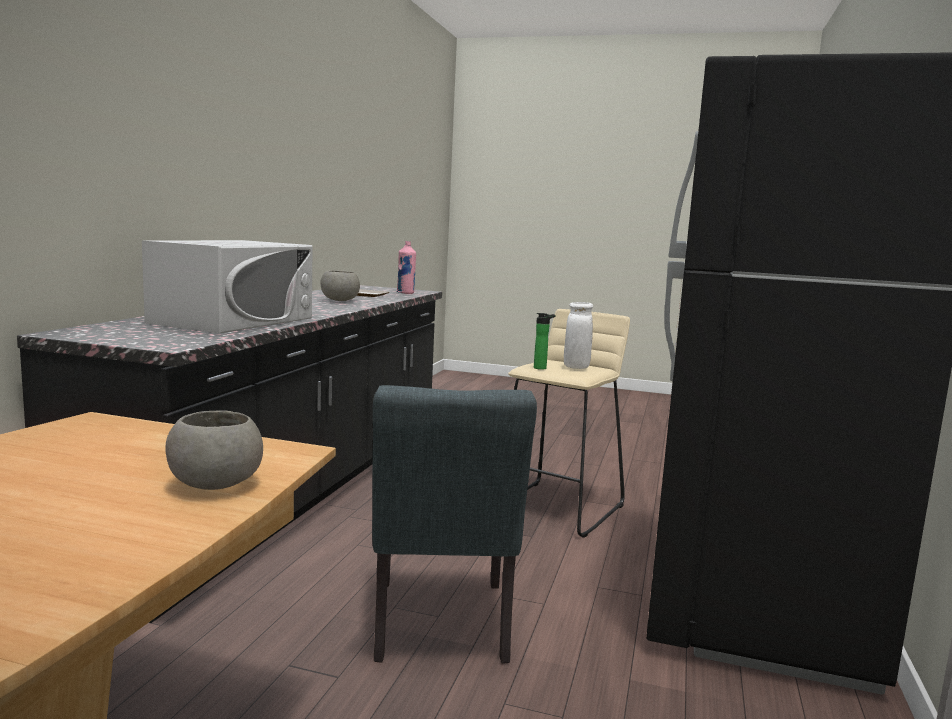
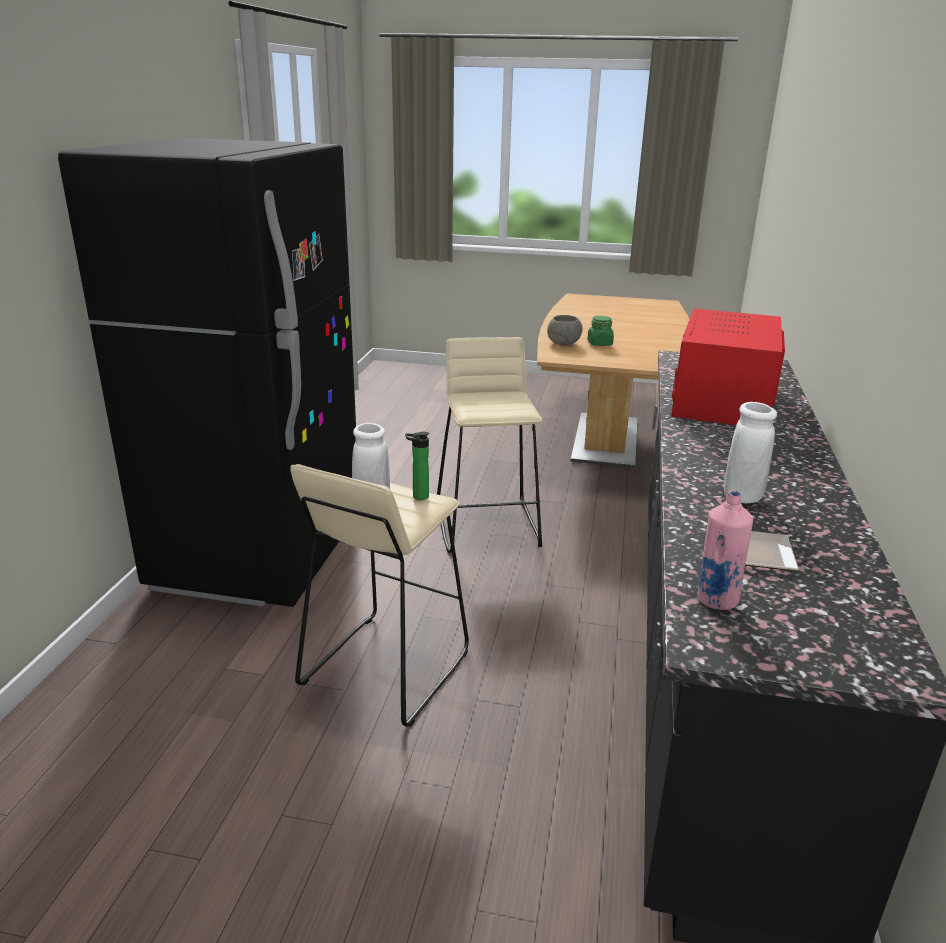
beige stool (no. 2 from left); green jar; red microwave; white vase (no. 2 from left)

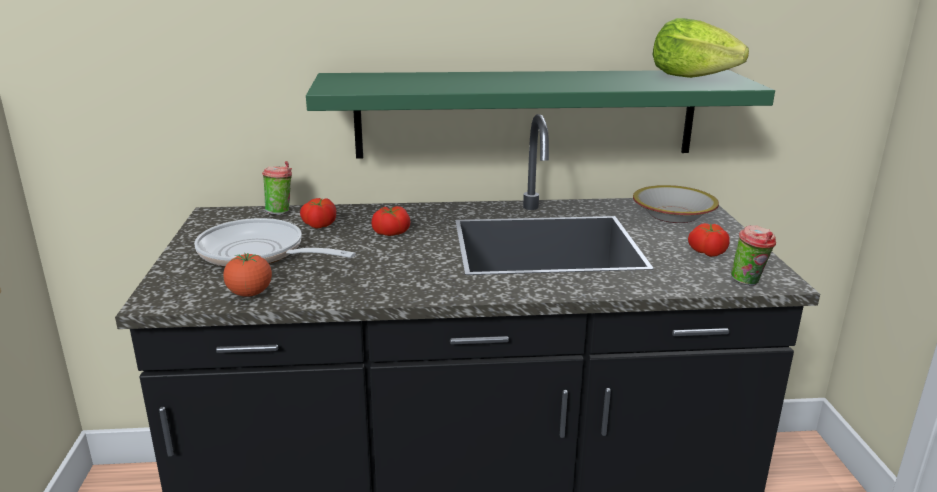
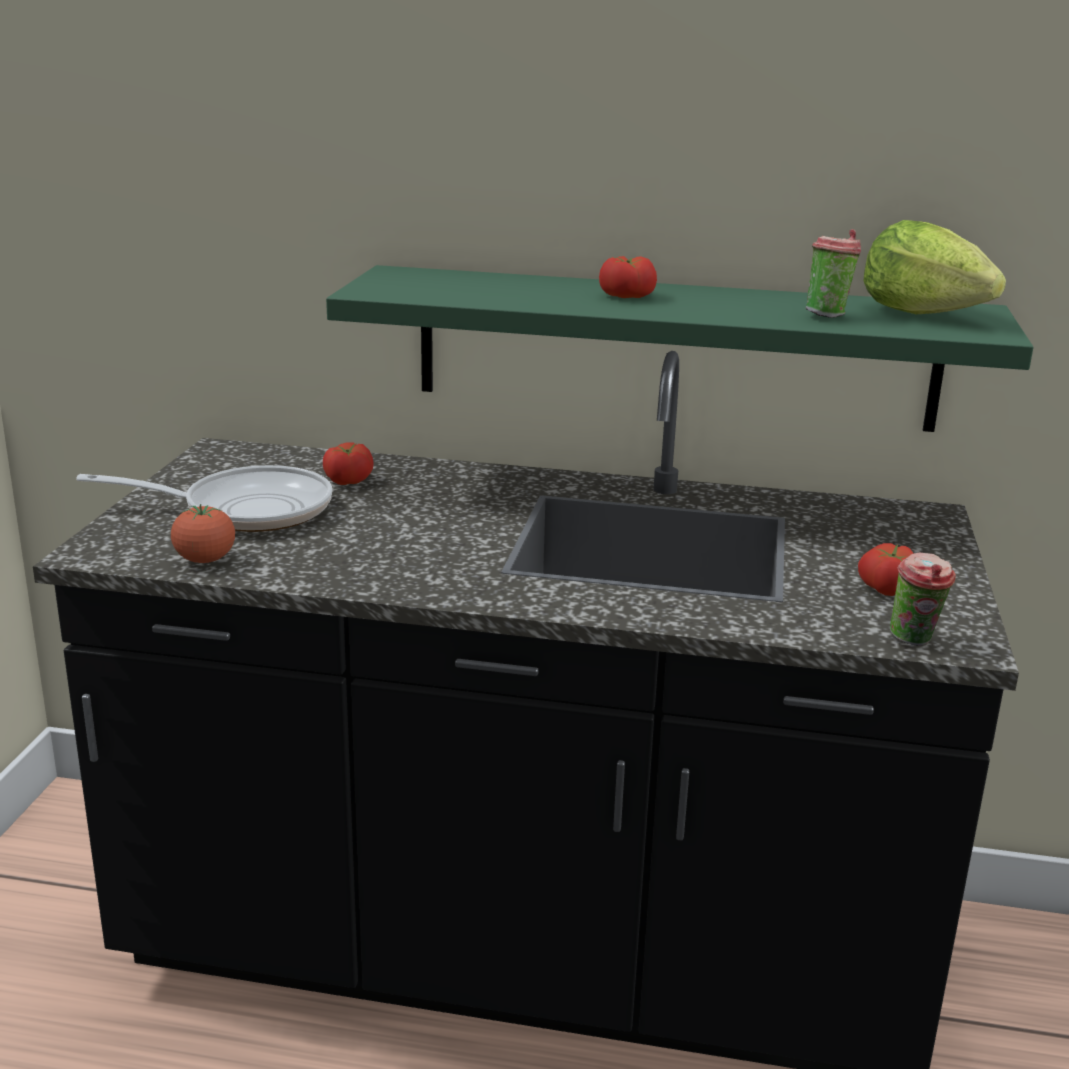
frying pan; tomato (no. 3 from left); cup (no. 1 from left); bowl

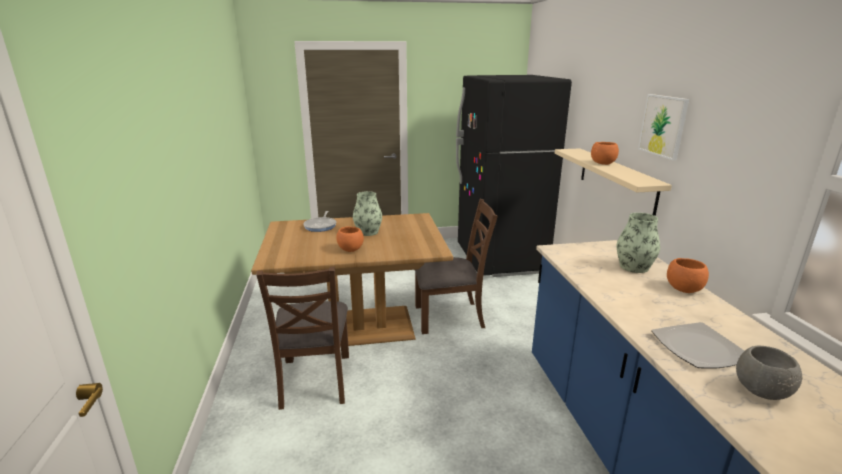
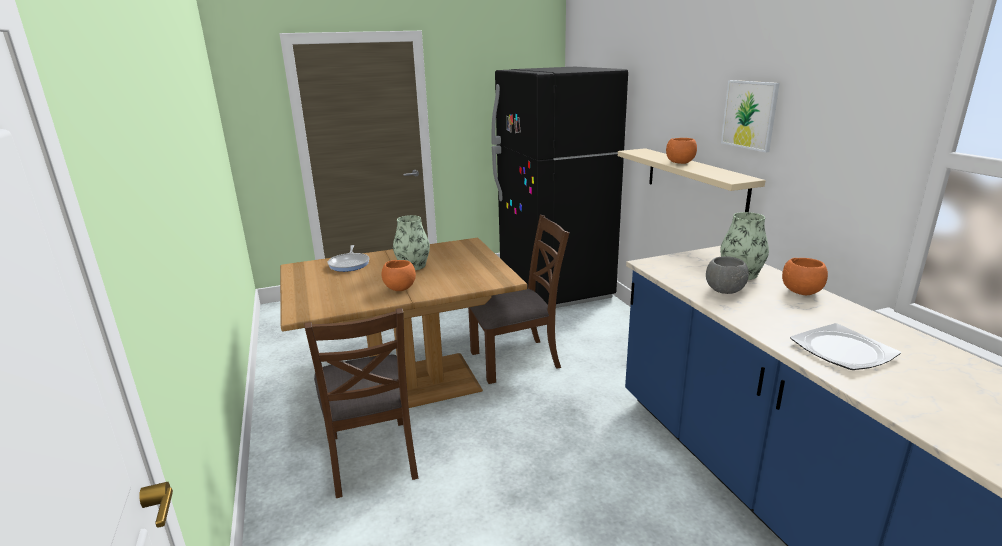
grey bowl

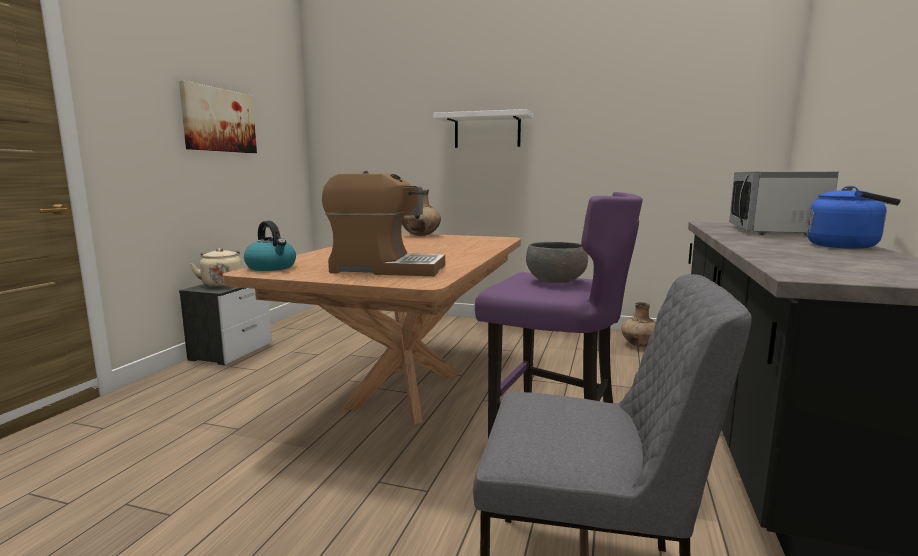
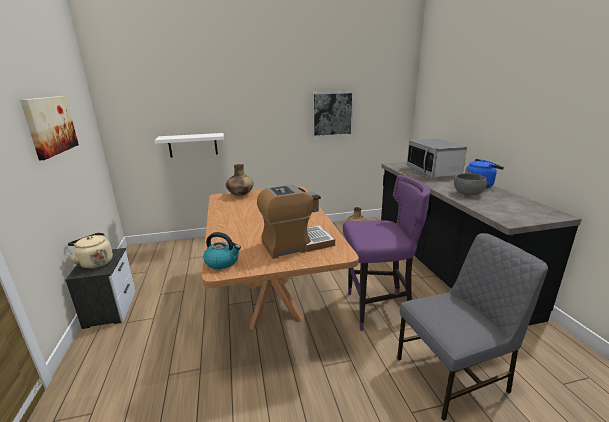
white shelf; picture (no. 2 from left); grey bowl

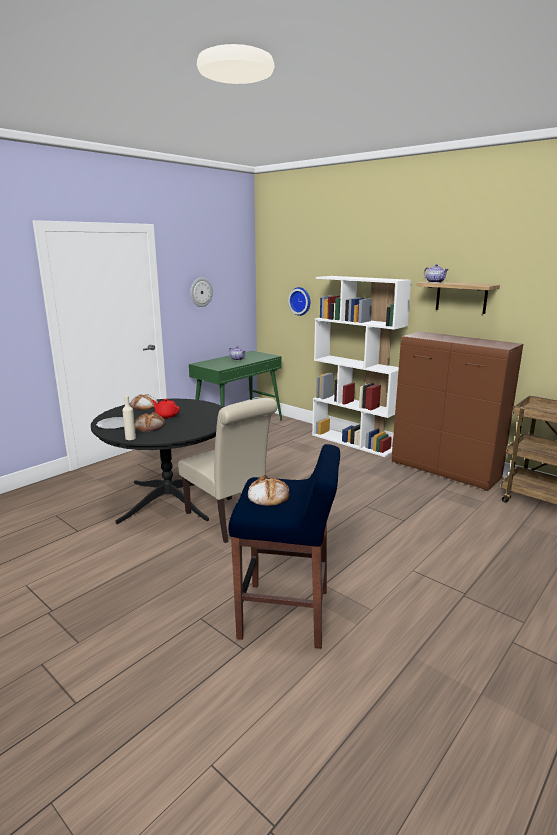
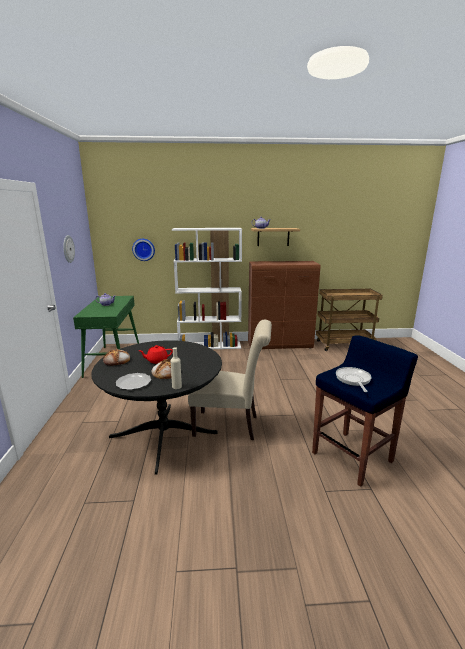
frying pan

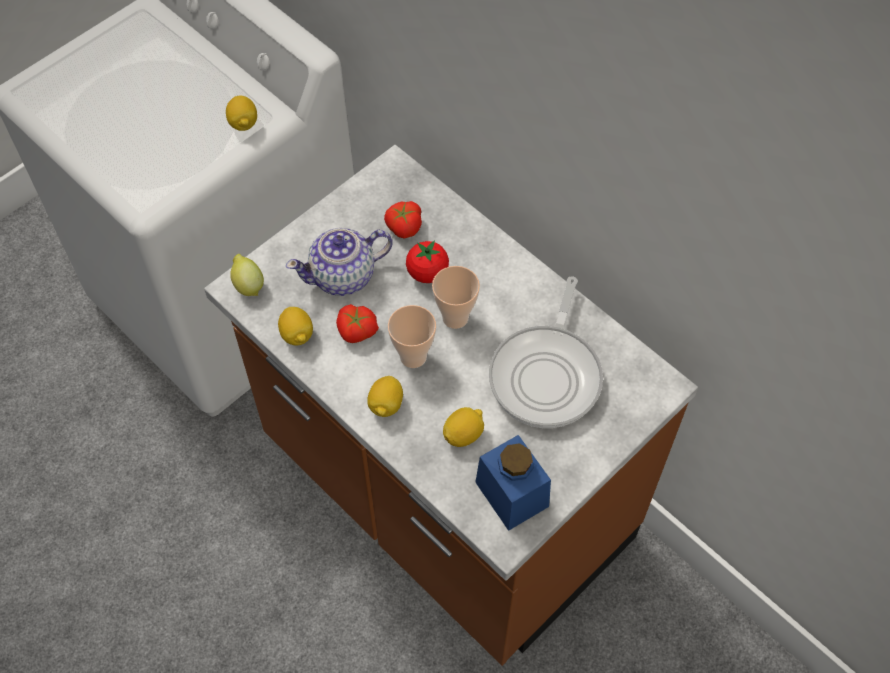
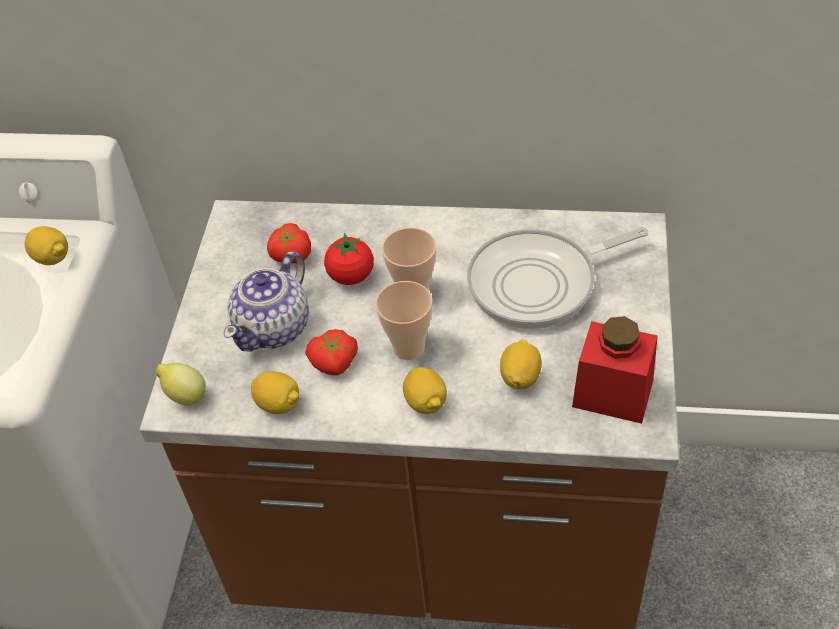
frying pan; red jar

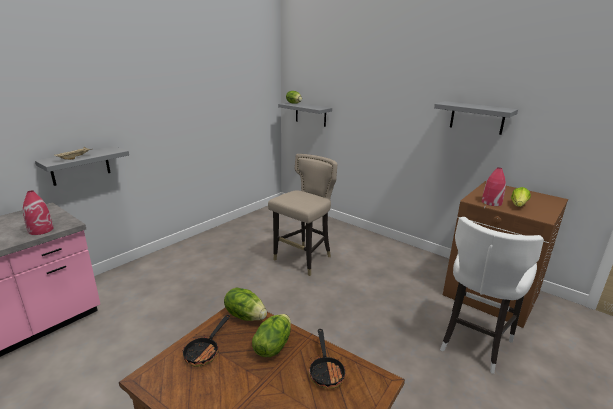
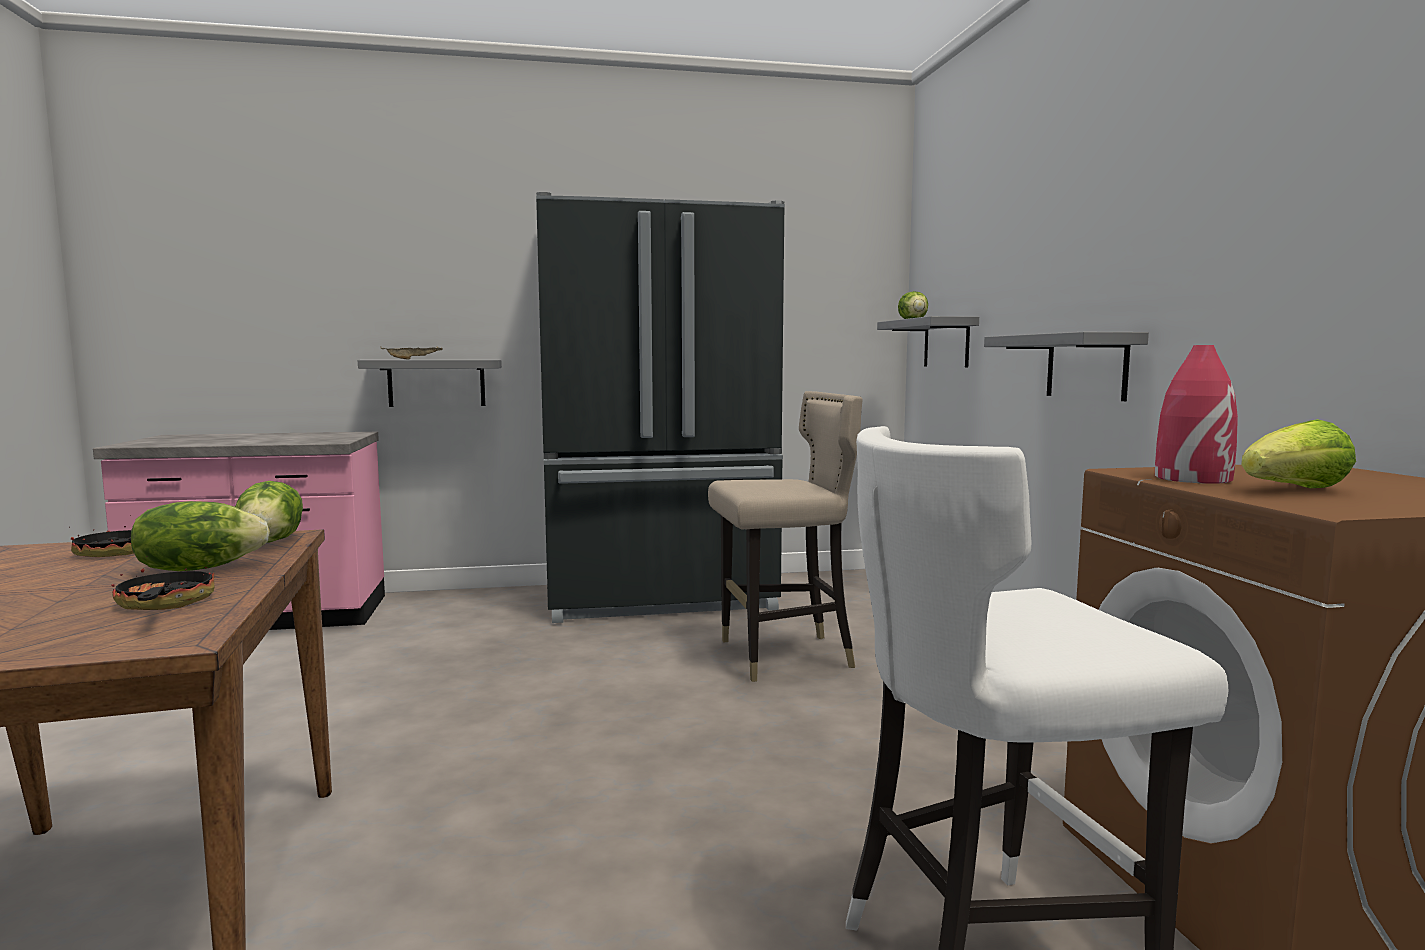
frying pan (no. 2 from left); black fridge; grey shelf (no. 3 from left); red vase (no. 1 from left in the first image)

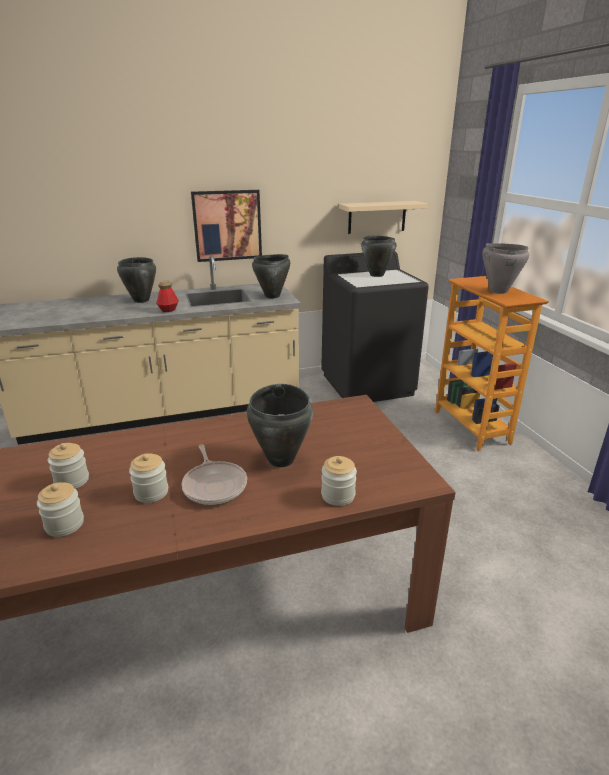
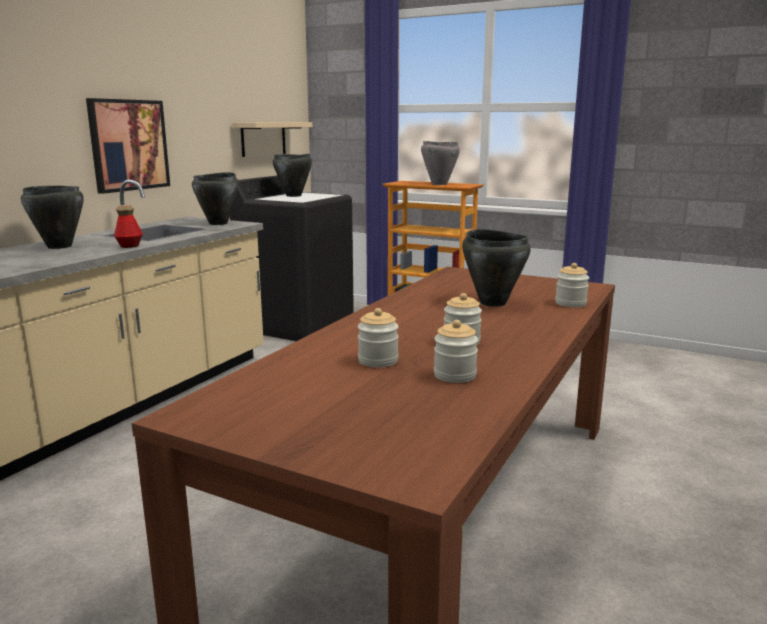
frying pan

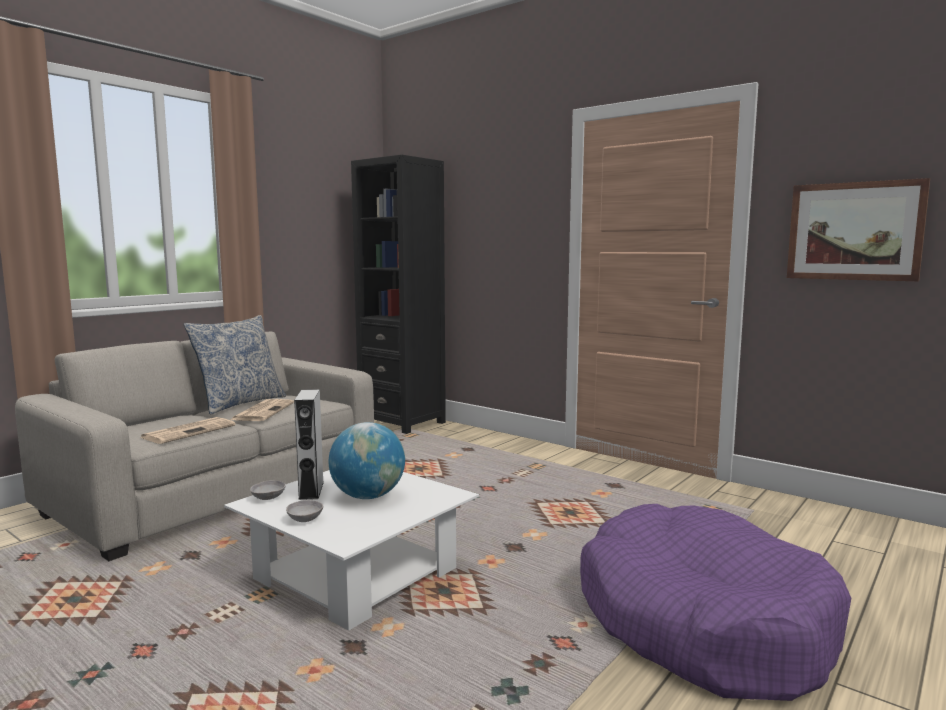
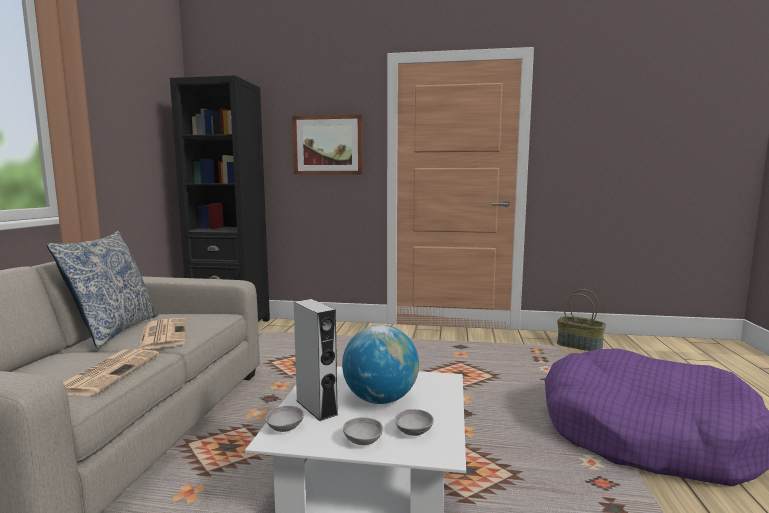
picture; grey bowl (no. 3 from left); basket

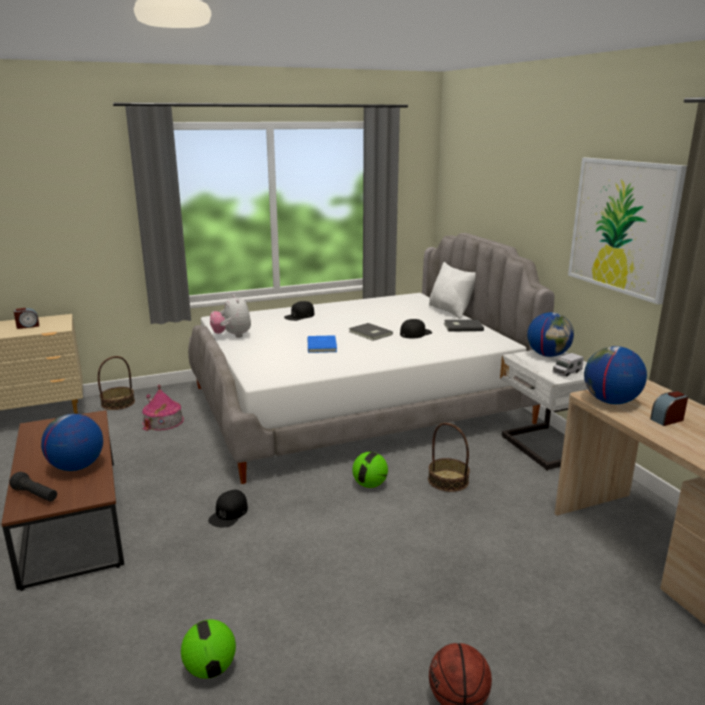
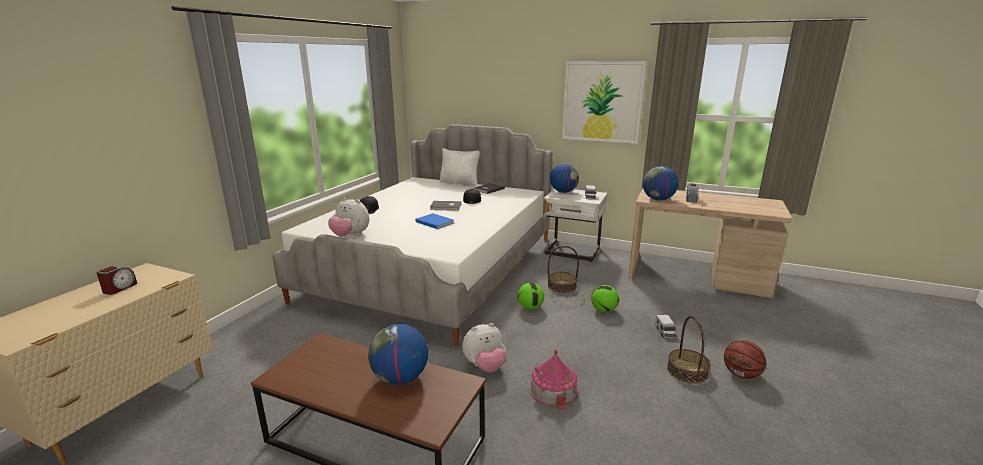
plush toy (no. 2 from left); toy house; football (no. 2 from left); toy truck (no. 2 from left); basket (no. 2 from left); black flashlight

